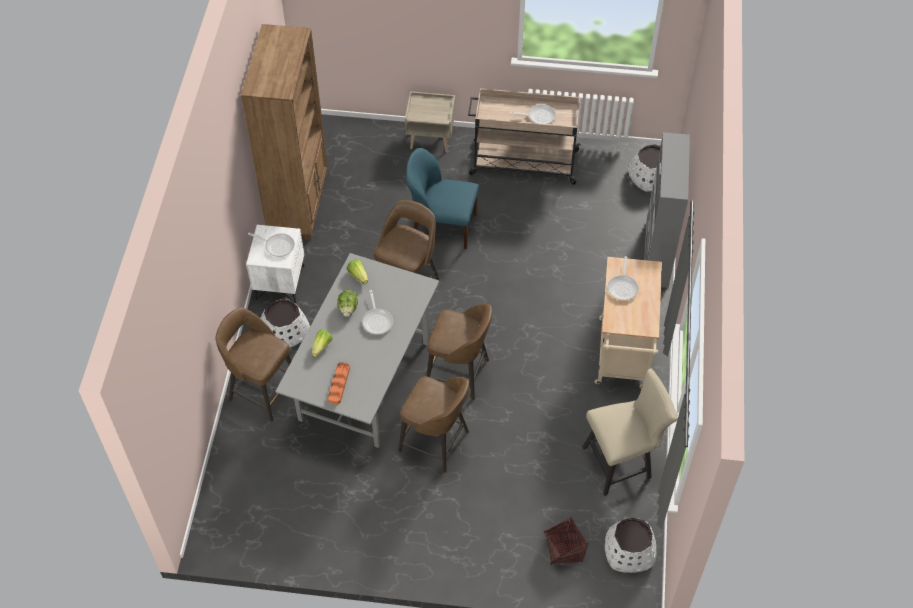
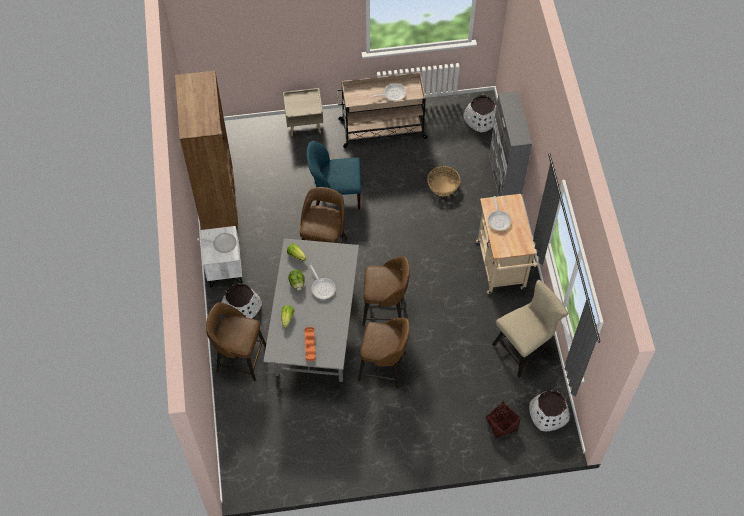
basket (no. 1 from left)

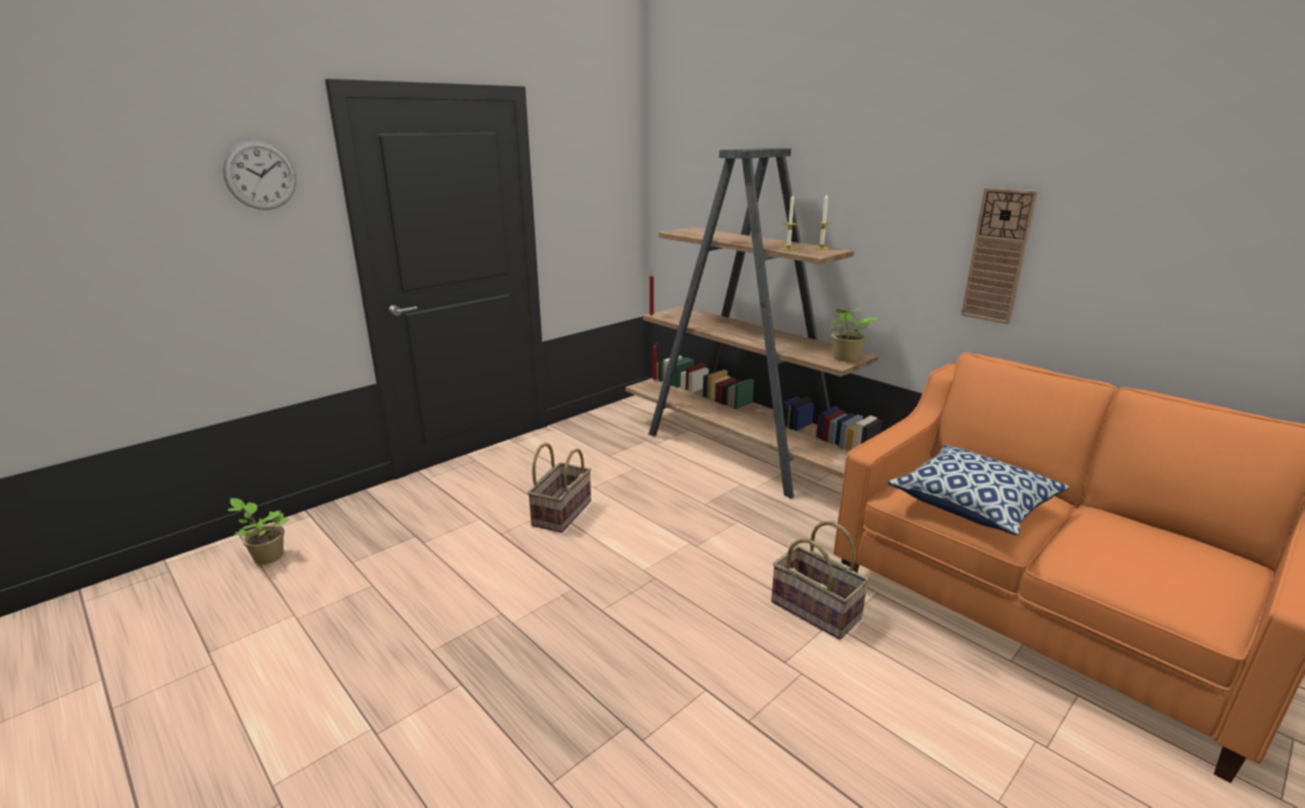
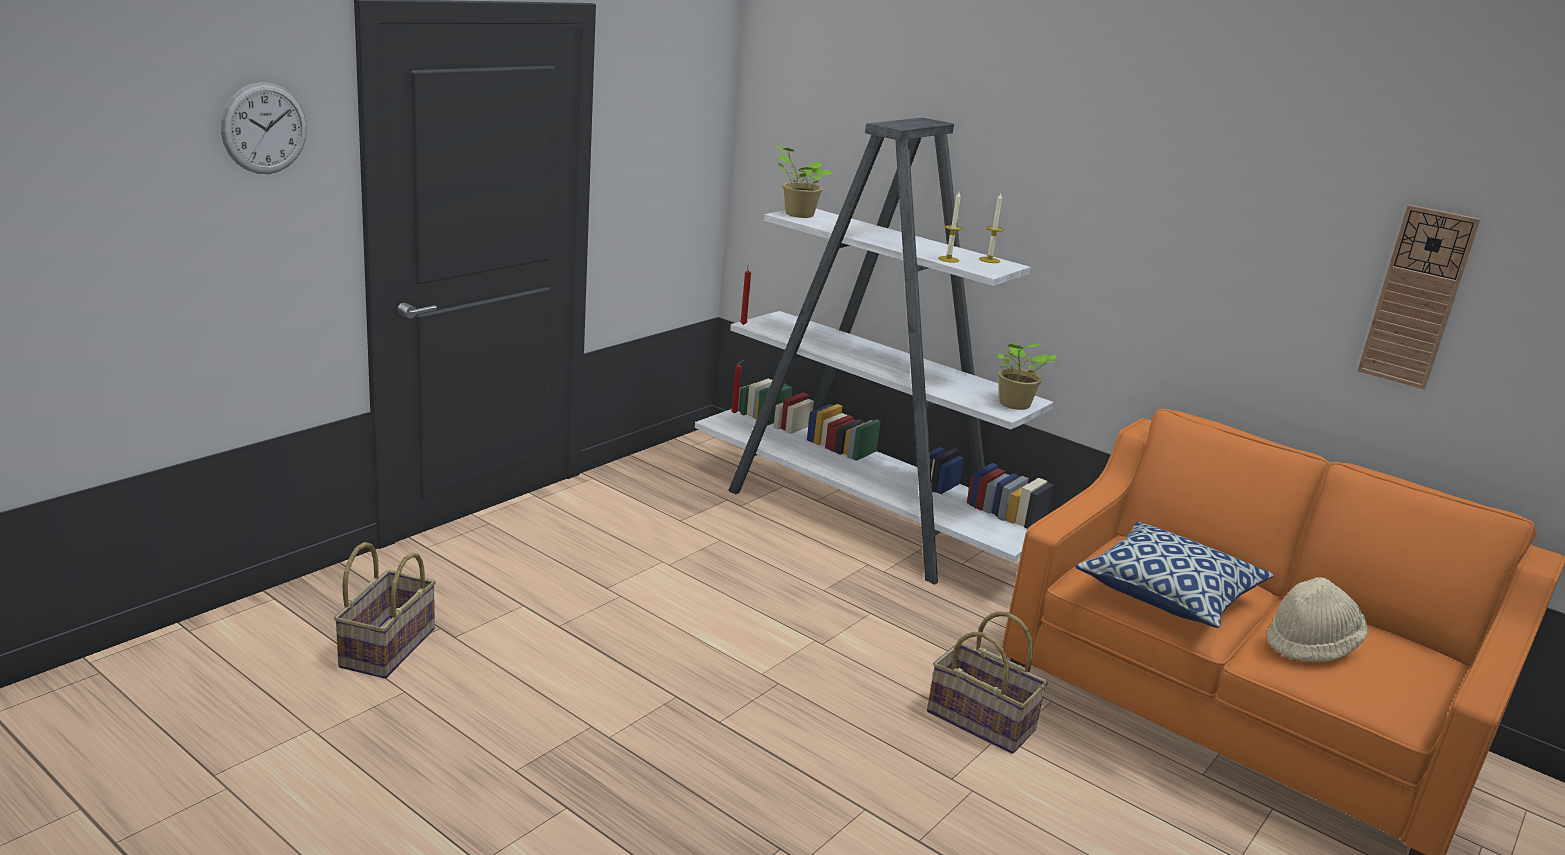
basket (no. 1 from left); white bookcase; potted plant (no. 1 from left); beige hat; wall clock (no. 2 from left)

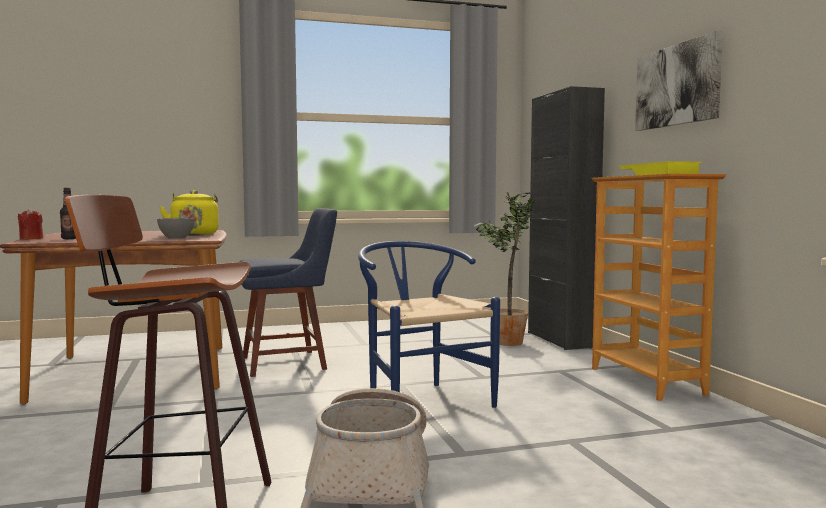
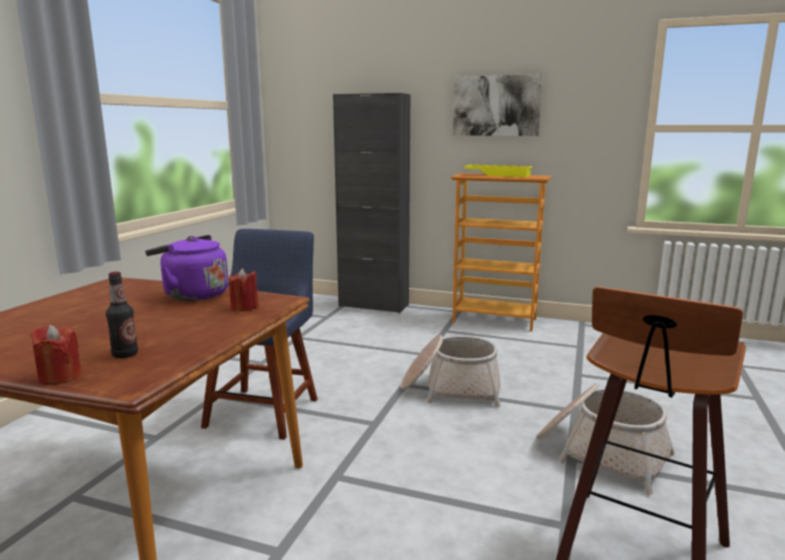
purple kettle; red candle (no. 2 from left); basket (no. 1 from left); potted plant

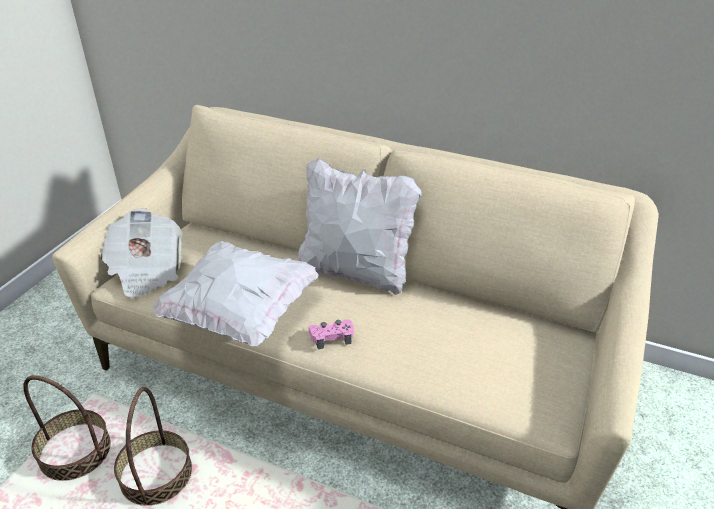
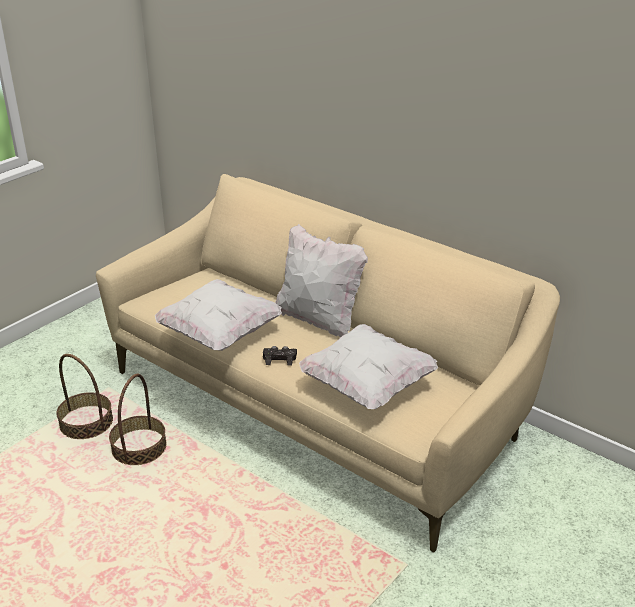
black game controller; white pillow (no. 3 from left); newspaper

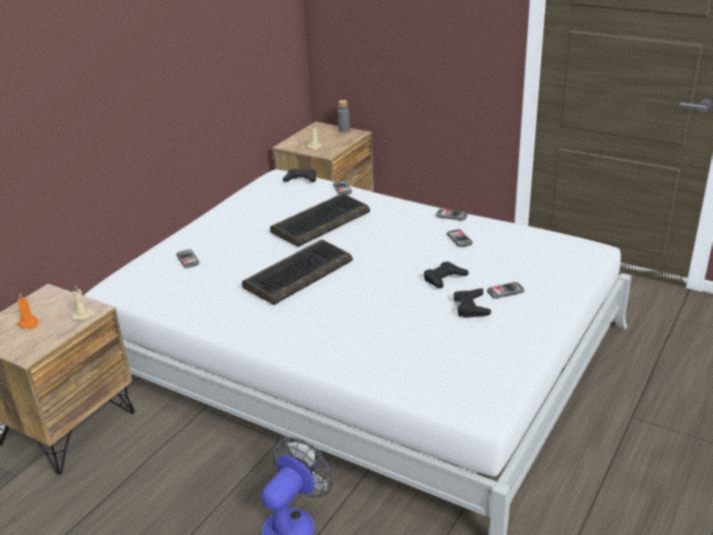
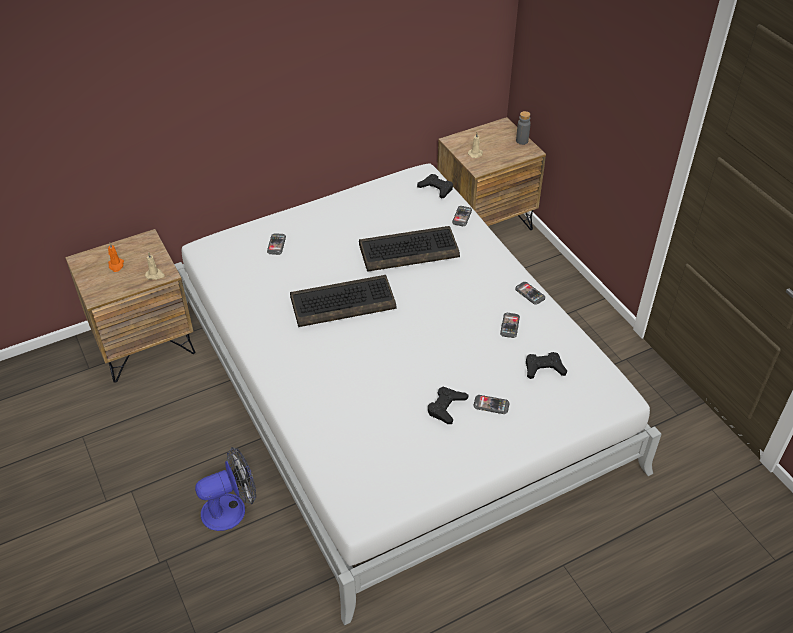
black game controller (no. 3 from left)

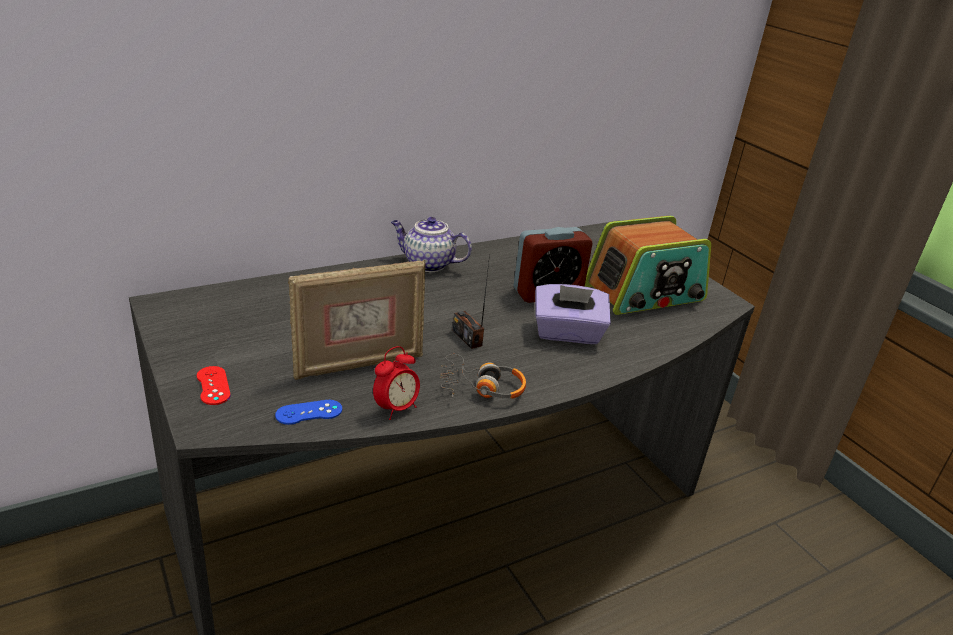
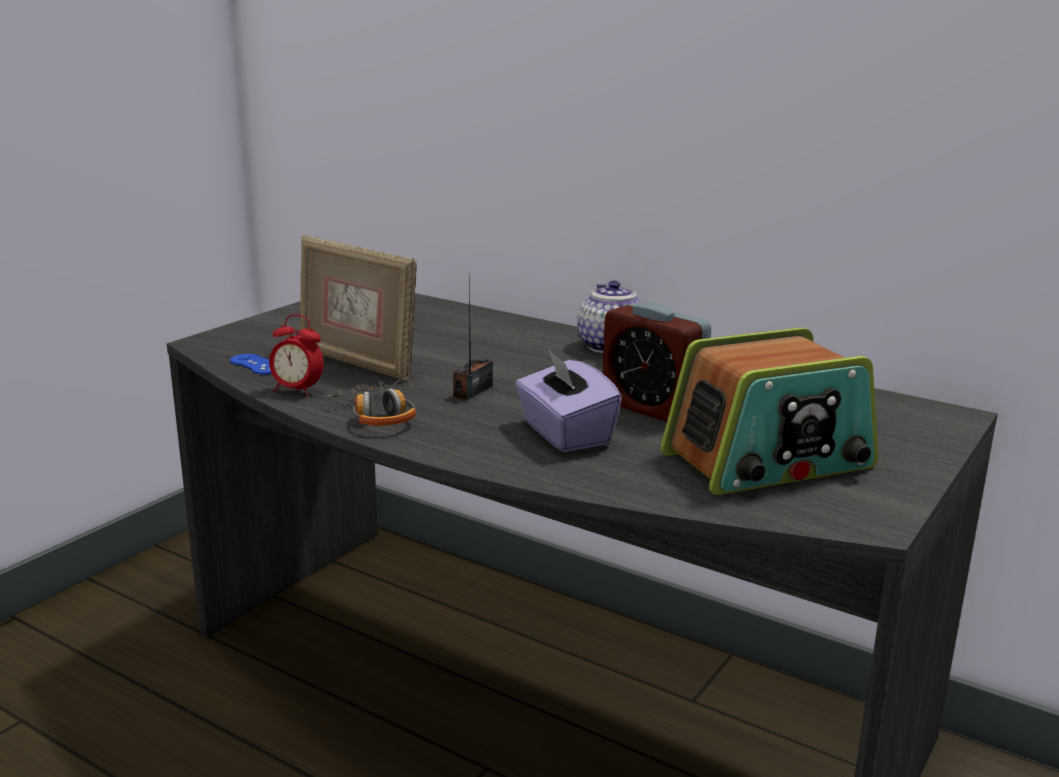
radio (no. 2 from left); red game controller

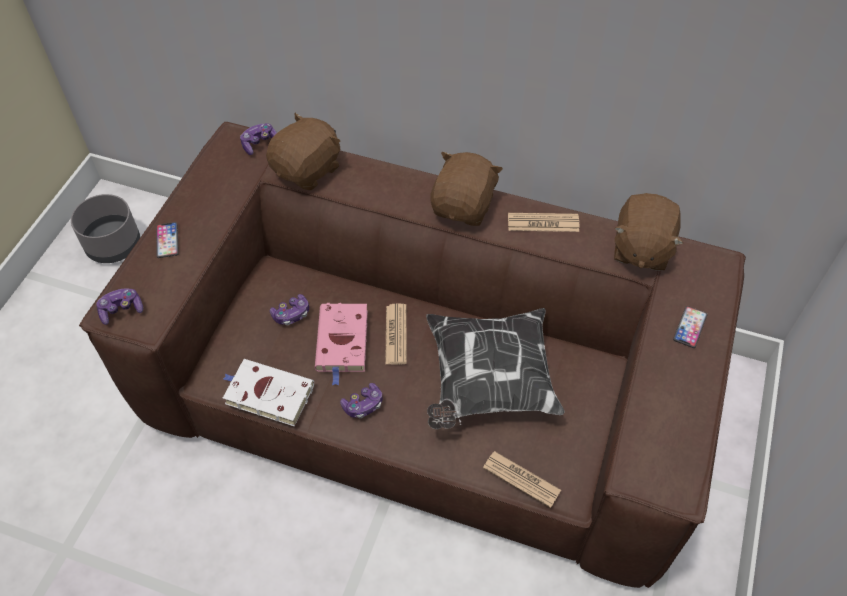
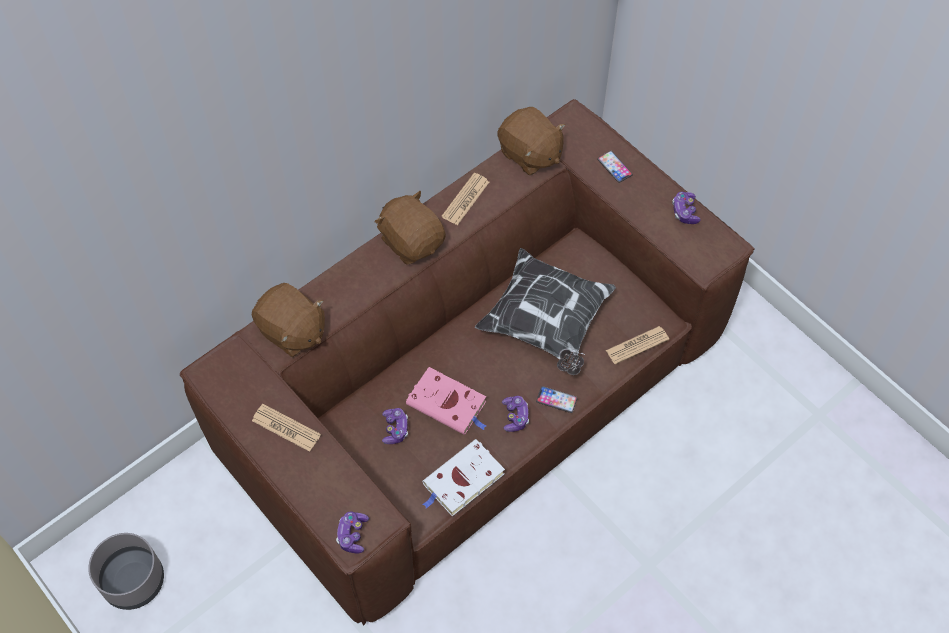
brown plush toy (no. 1 from left); newspaper (no. 1 from left); phone (no. 1 from left); game controller (no. 4 from left)

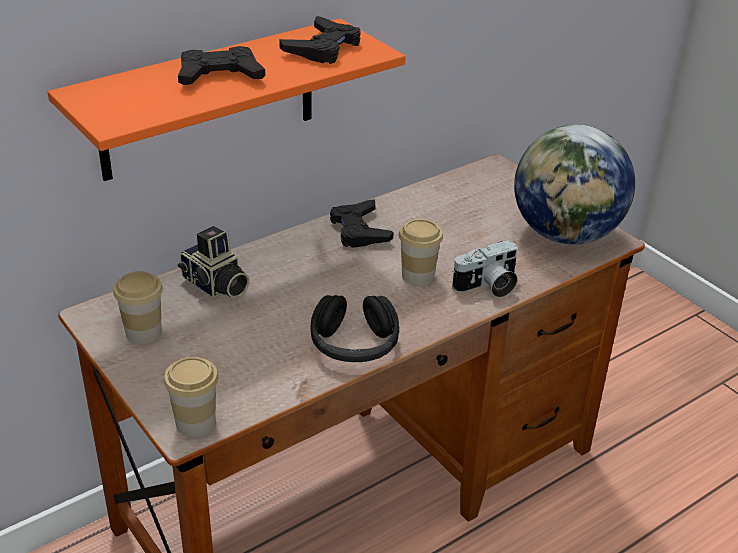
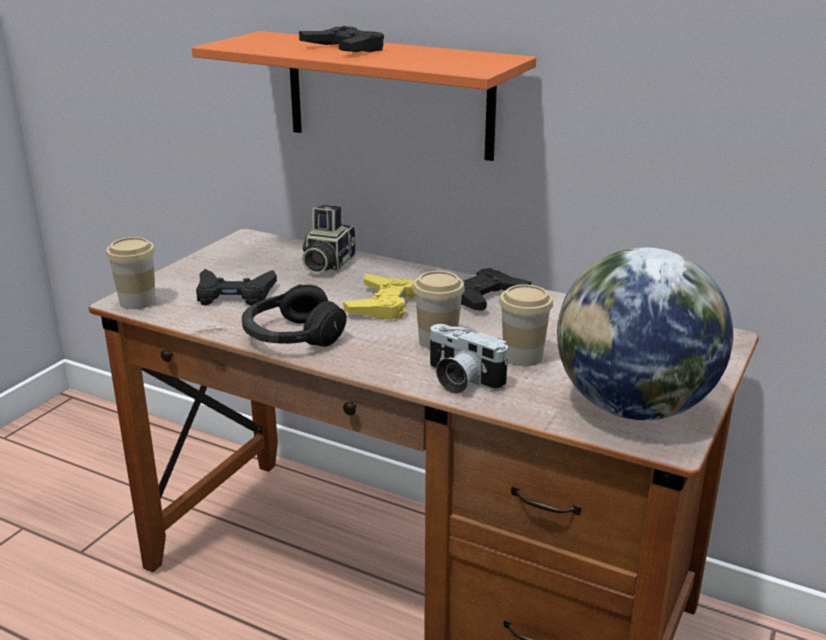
black game controller (no. 1 from left); yellow game controller; cup (no. 3 from left)

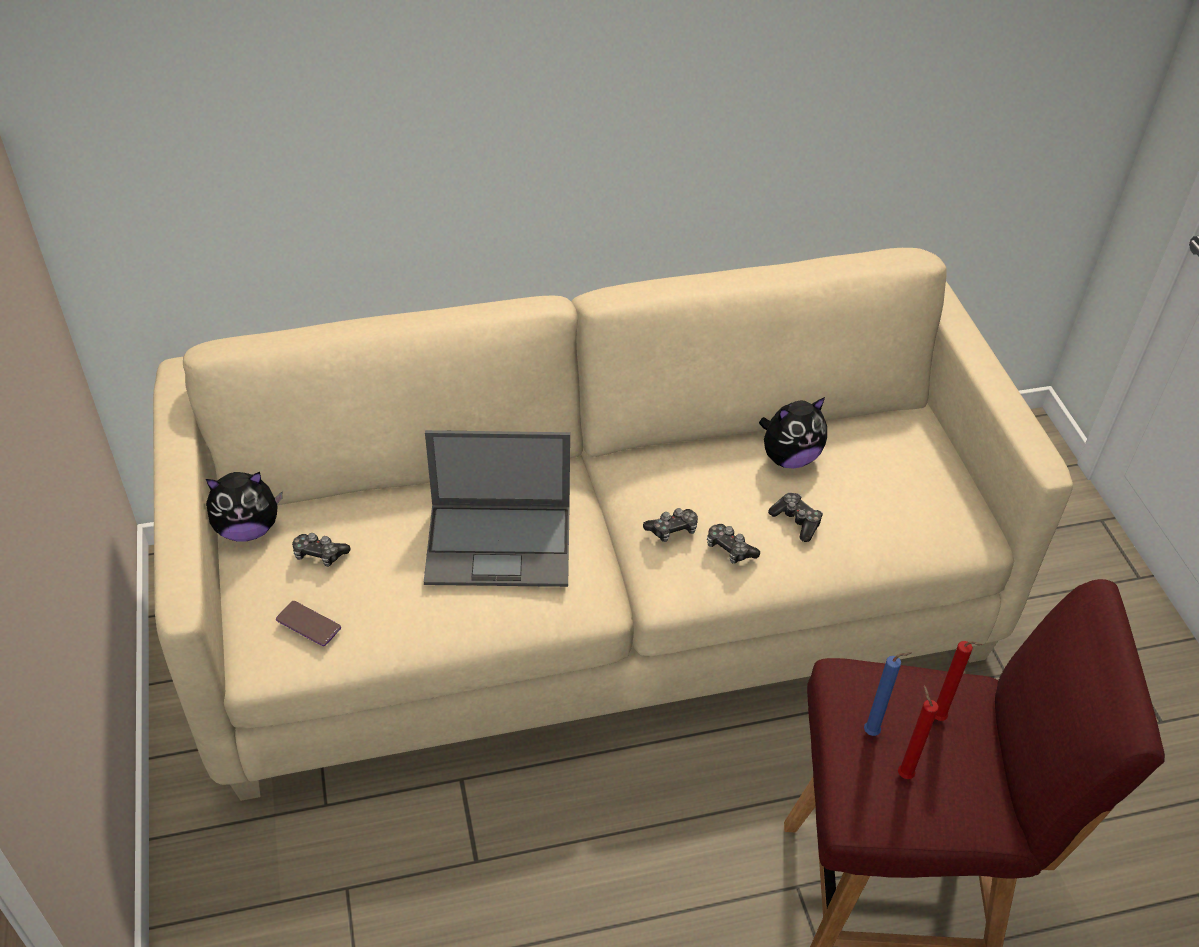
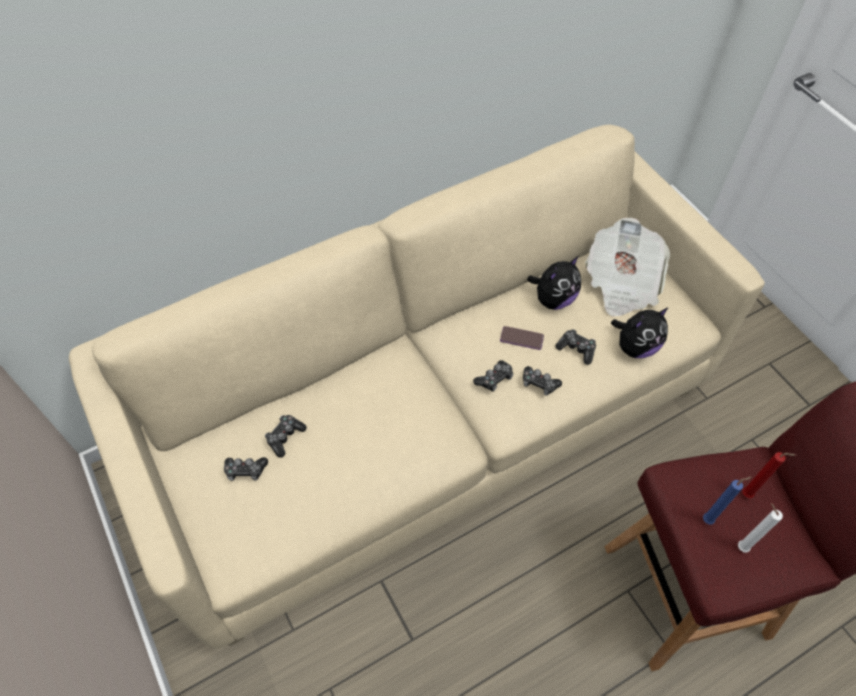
game controller (no. 2 from left); phone; newspaper; plush toy (no. 2 from left); white candle; laptop

